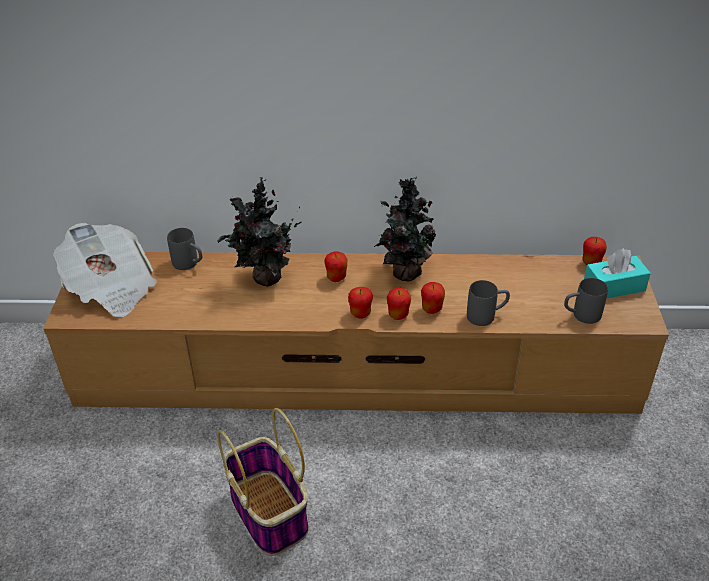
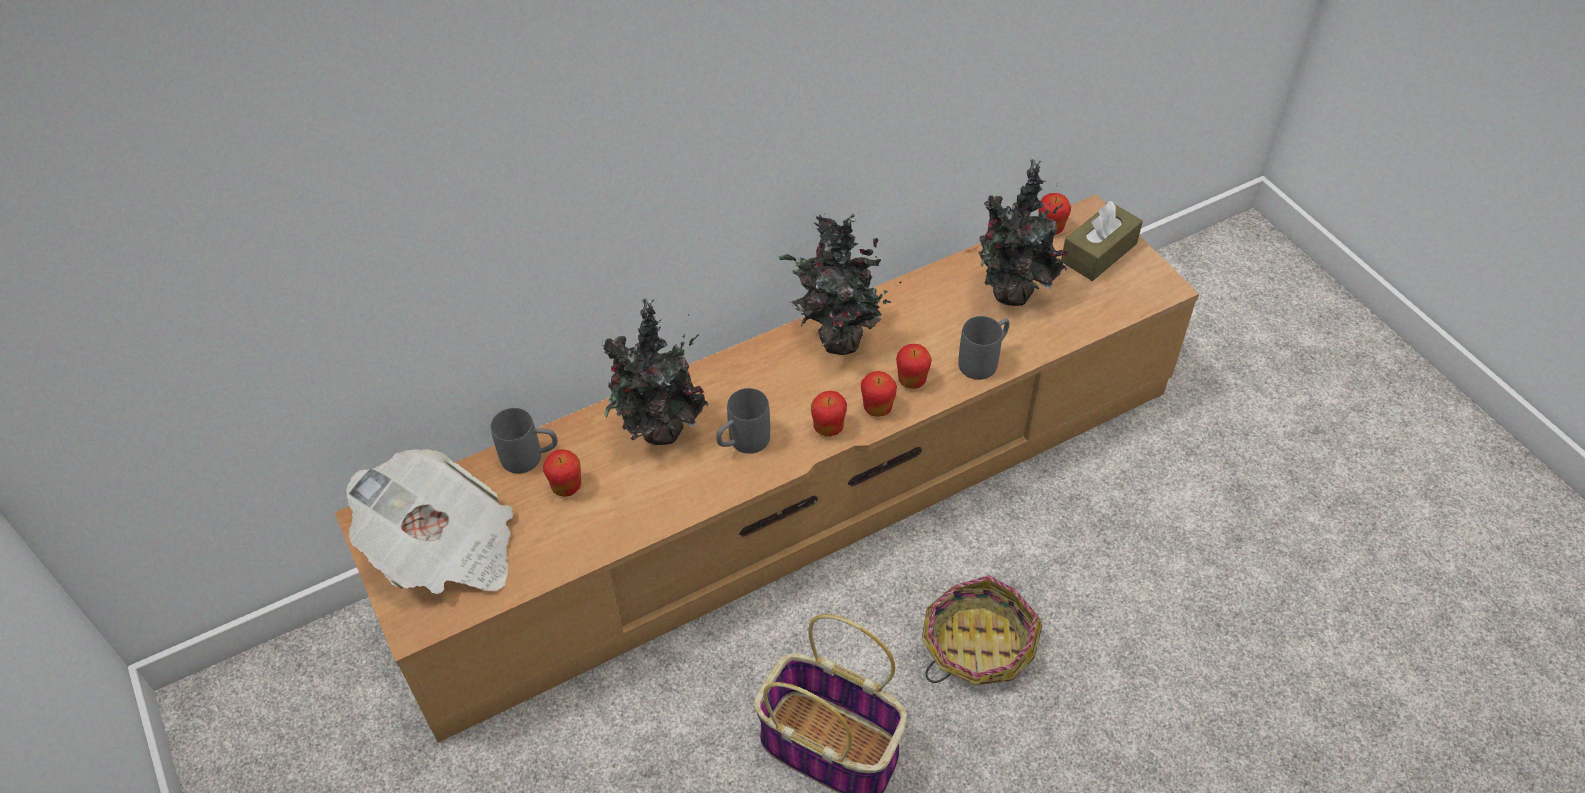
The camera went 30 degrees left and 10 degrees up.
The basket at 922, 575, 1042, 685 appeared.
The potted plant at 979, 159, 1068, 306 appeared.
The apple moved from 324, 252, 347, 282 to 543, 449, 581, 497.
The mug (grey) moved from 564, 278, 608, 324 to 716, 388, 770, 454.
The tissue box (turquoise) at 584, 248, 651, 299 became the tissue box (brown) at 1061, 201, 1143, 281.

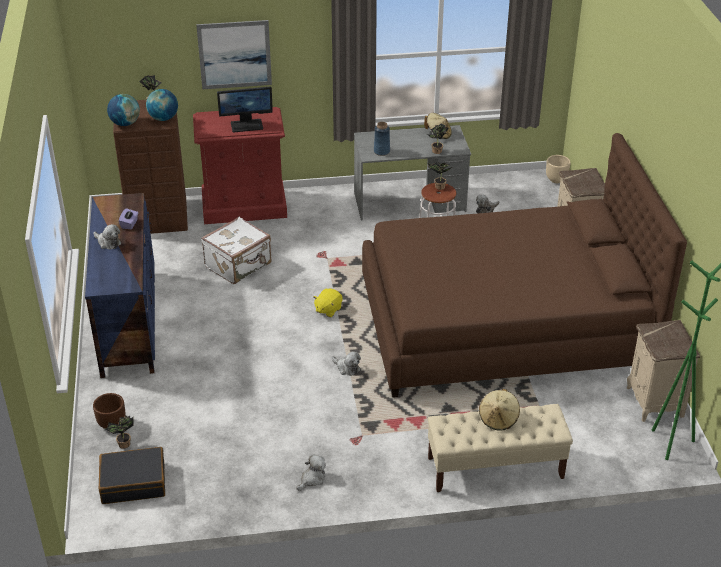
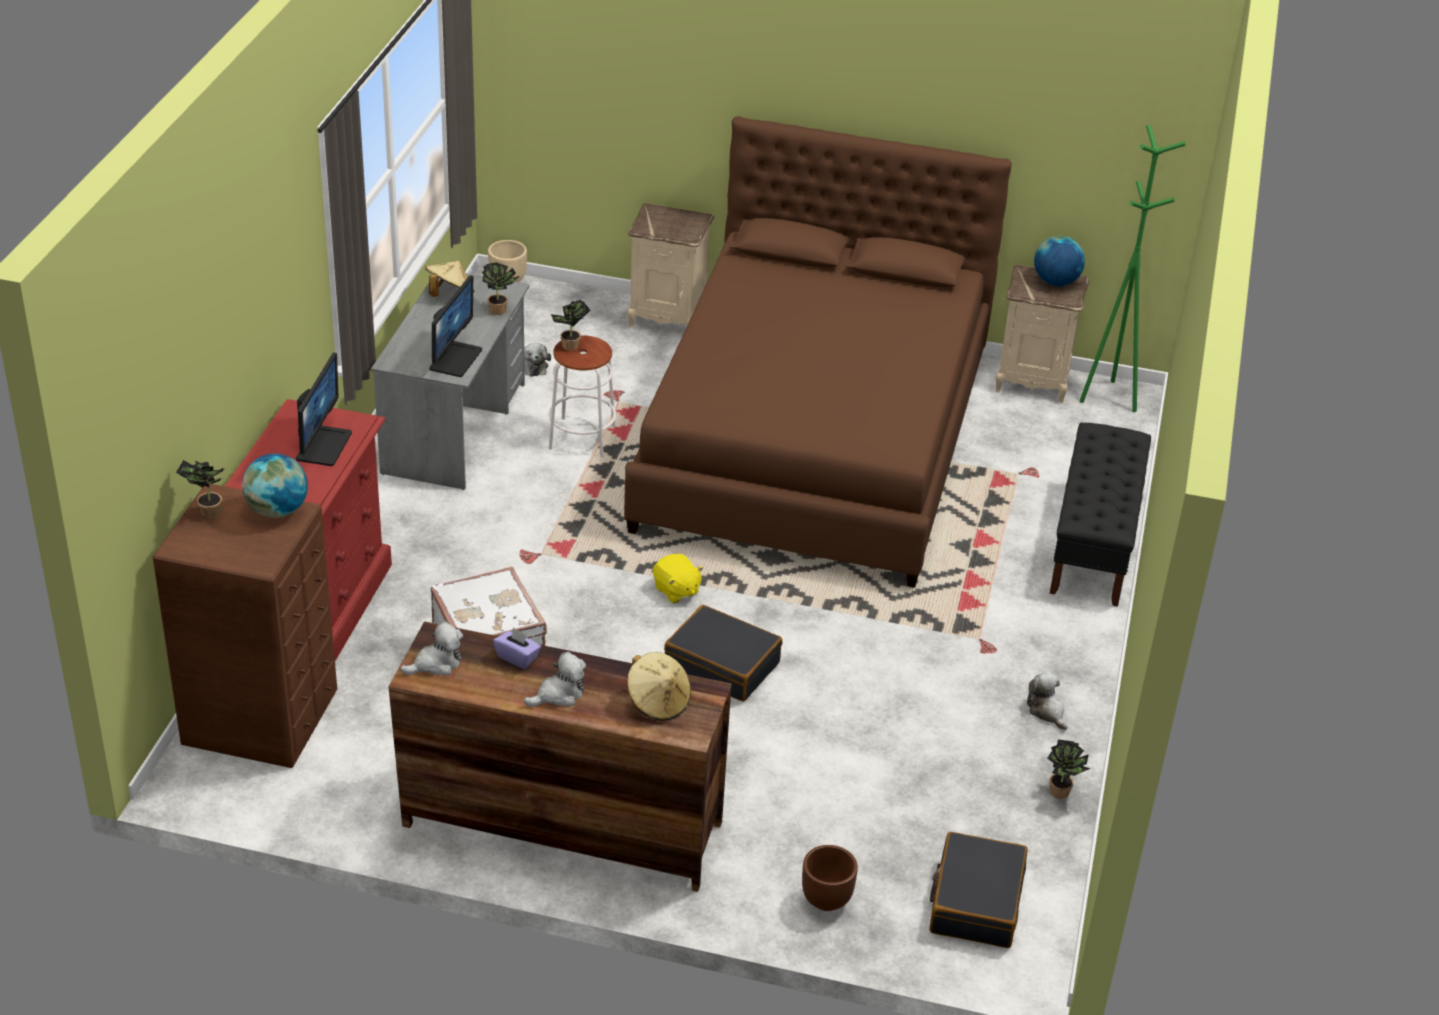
The camera went 70 degrees left and 0 degrees up.
The picture at 196, 20, 272, 89 disappeared.
The suitcase (black) at 664, 605, 782, 702 appeared.
The potted plant moved from 105, 415, 134, 449 to 1047, 739, 1091, 799.
The globe moved from 107, 94, 140, 126 to 1034, 236, 1085, 286.
The plush toy moved from 331, 351, 361, 376 to 400, 622, 463, 676.
The hat (beige) moved from 479, 389, 520, 431 to 627, 652, 691, 721.
The vase (blue) at 374, 122, 390, 156 was replaced by the monitor at 429, 275, 482, 377.
The cabinet (blue) at 85, 193, 155, 378 became the cabinet (brown) at 388, 621, 732, 892.
The bench (beige) at 428, 404, 573, 492 became the bench (black) at 1050, 423, 1151, 607.

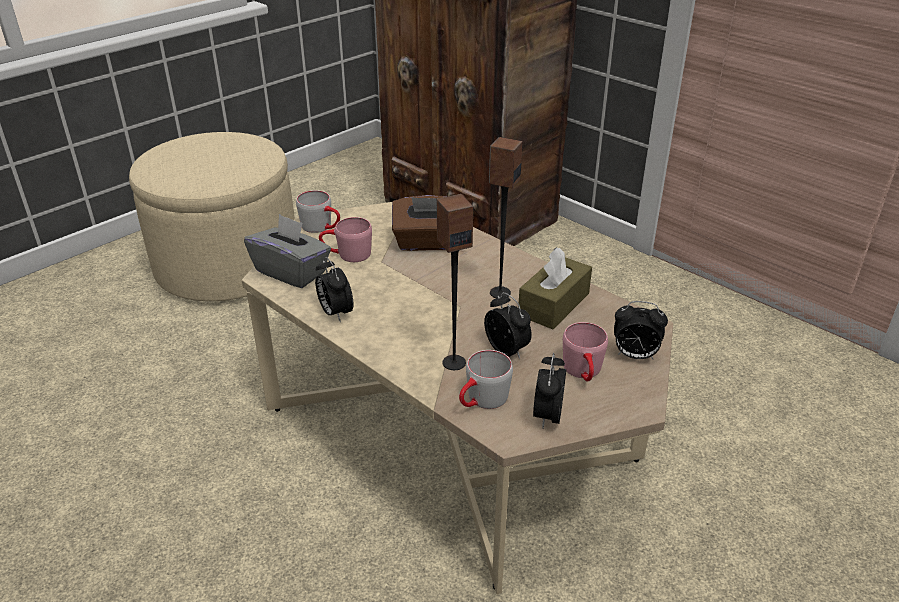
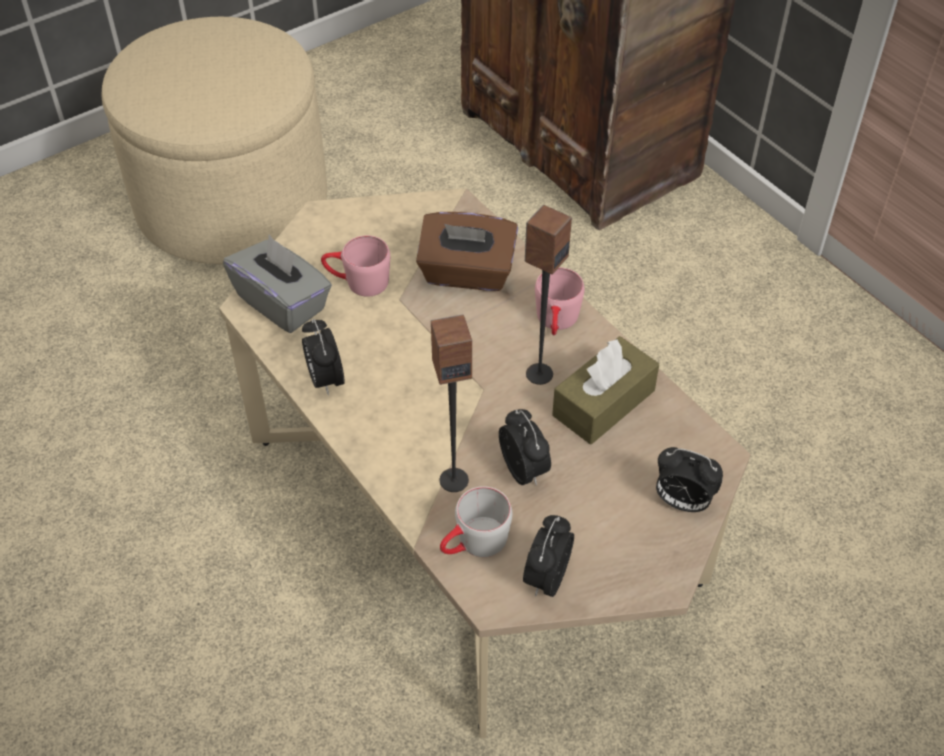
The camera went 10 degrees right and 15 degrees up.
The mug (grey) at 296, 190, 340, 233 disappeared.
The mug (pink) moved from 563, 322, 608, 382 to 535, 267, 585, 335.

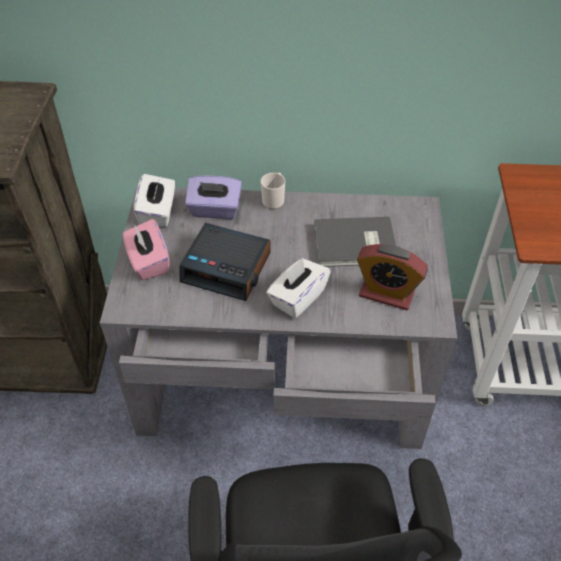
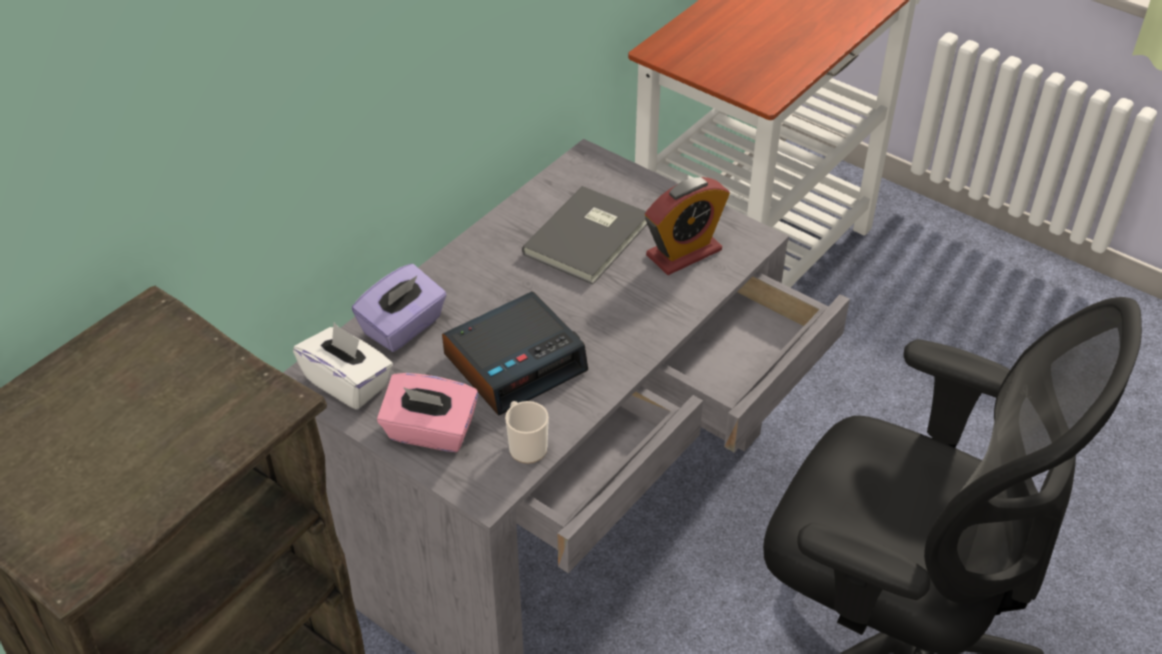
The camera went 55 degrees left and 5 degrees down.
The tissue box (white) at 266, 258, 330, 318 disappeared.
The mug moved from 261, 173, 285, 209 to 505, 401, 549, 464.

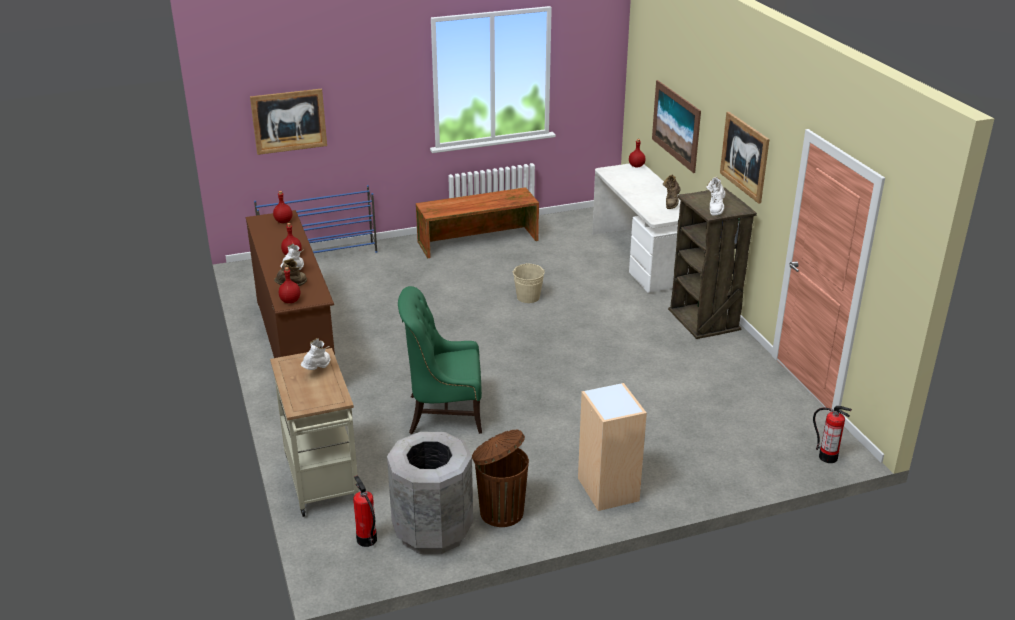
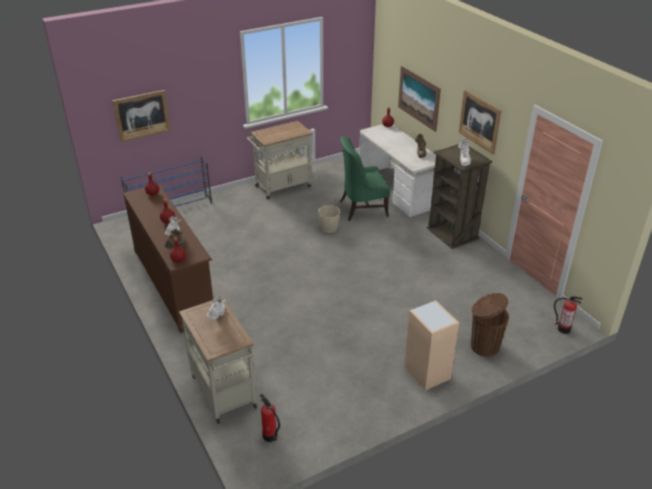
The camera went 10 degrees left and 5 degrees up.
The trash can (grey) at 387, 432, 473, 554 disappeared.
The chair (green) moved from 398, 286, 482, 434 to 340, 136, 390, 221.
The trash can (brown) moved from 472, 429, 529, 527 to 471, 293, 509, 357.
The bench (brown) at 416, 187, 539, 259 was replaced by the cart (beige) at 247, 121, 312, 199.

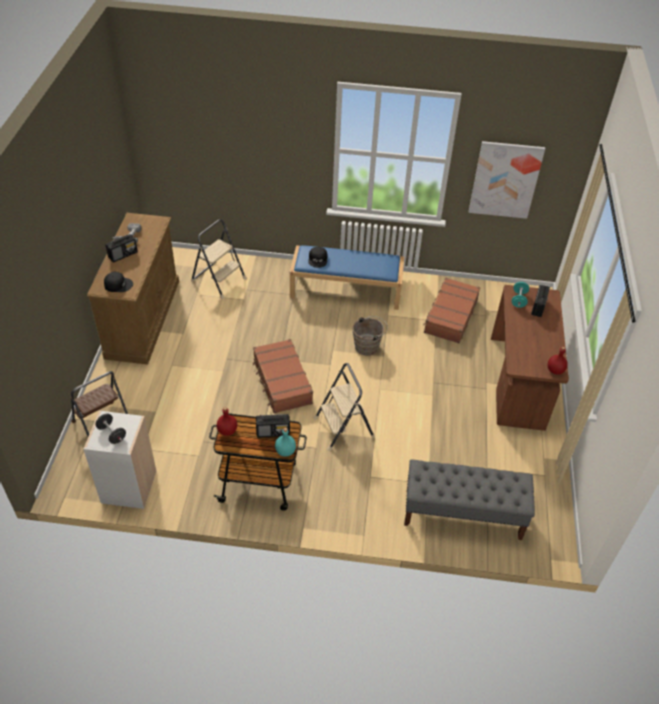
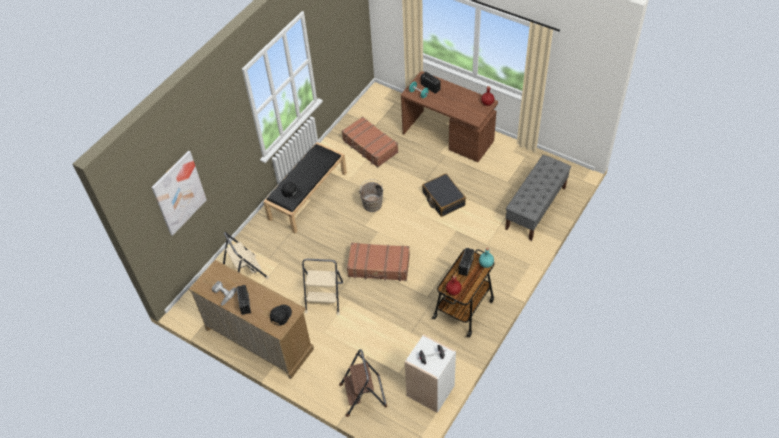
The camera went 60 degrees left and 5 degrees up.
The suitcase (black) at 422, 174, 466, 217 appeared.
The step ladder (beige) moved from 313, 363, 374, 451 to 302, 259, 344, 315.
The picture moved from 469, 141, 545, 219 to 151, 151, 207, 236.
The bench (blue) at 290, 245, 404, 310 became the bench (black) at 263, 142, 347, 233.

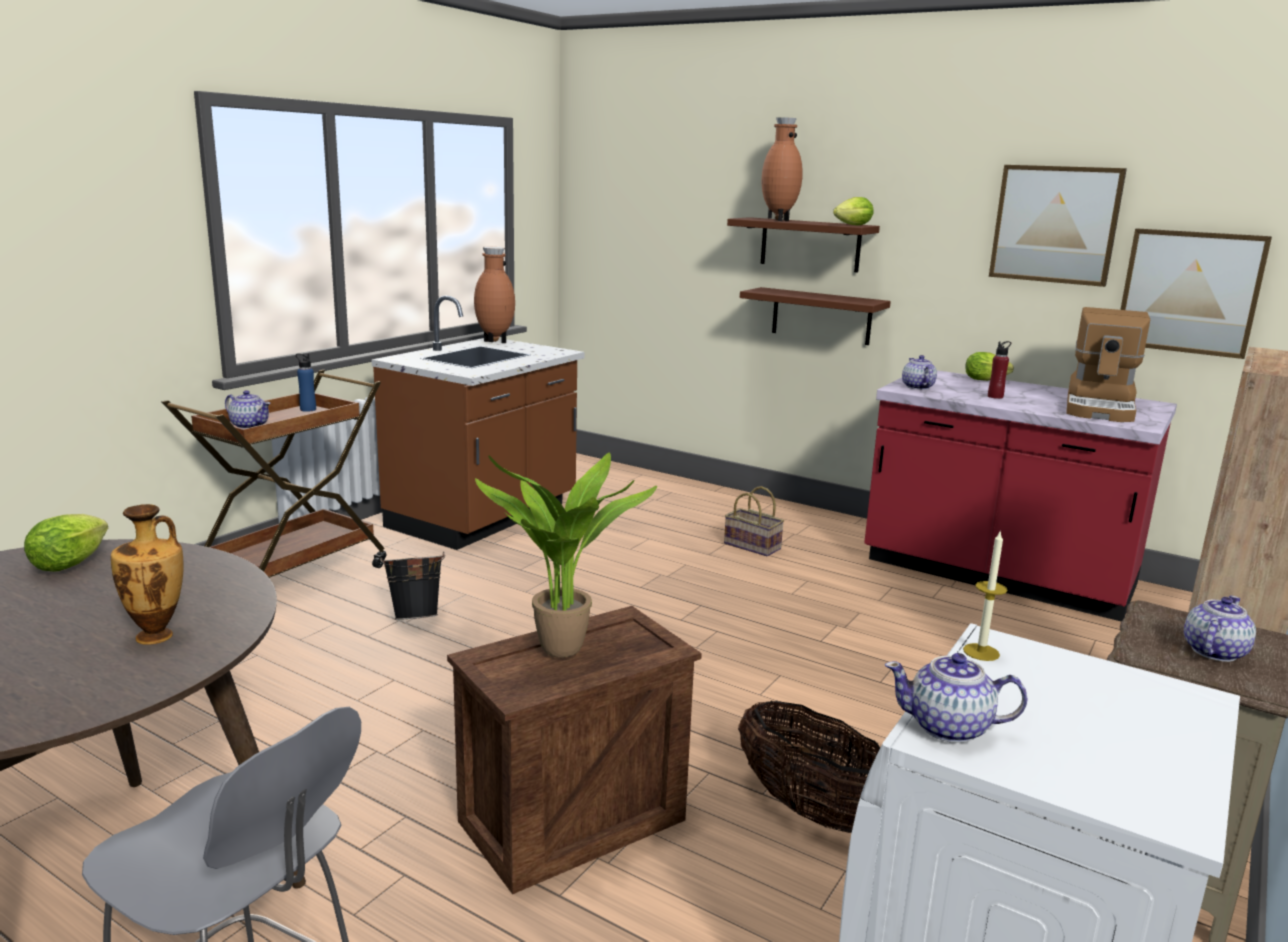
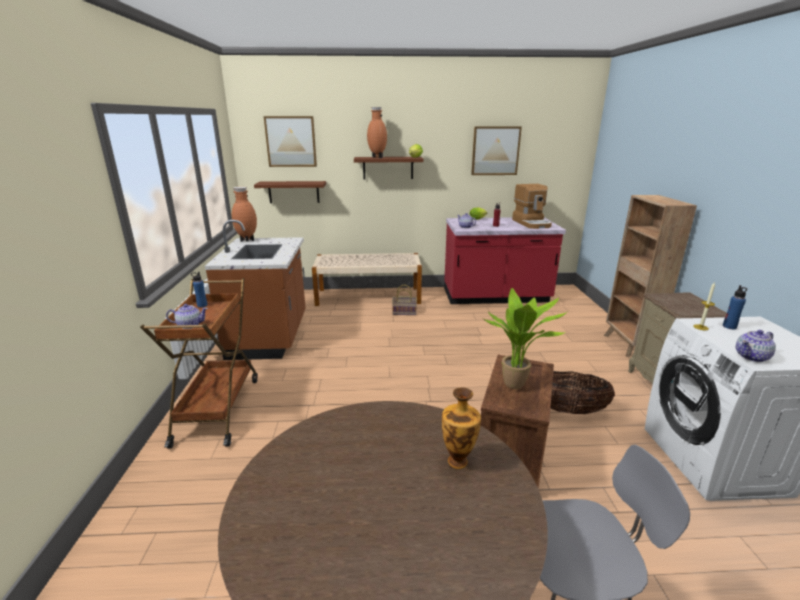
The camera went 35 degrees left and 5 degrees up.
The lettuce at 24, 514, 108, 572 disappeared.
The bucket (black) at 380, 552, 445, 620 disappeared.
The teapot at 1184, 595, 1256, 662 disappeared.
The bench (beige) at 312, 253, 422, 306 appeared.
The bottle (blue) at 723, 285, 747, 329 appeared.
The shelf (brown) moved from 740, 287, 891, 345 to 254, 181, 326, 203.
The picture moved from 1120, 228, 1272, 359 to 264, 116, 317, 167.

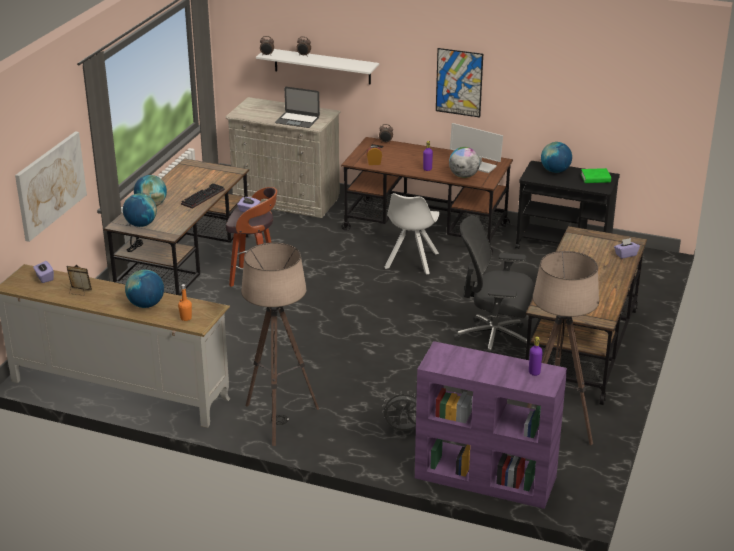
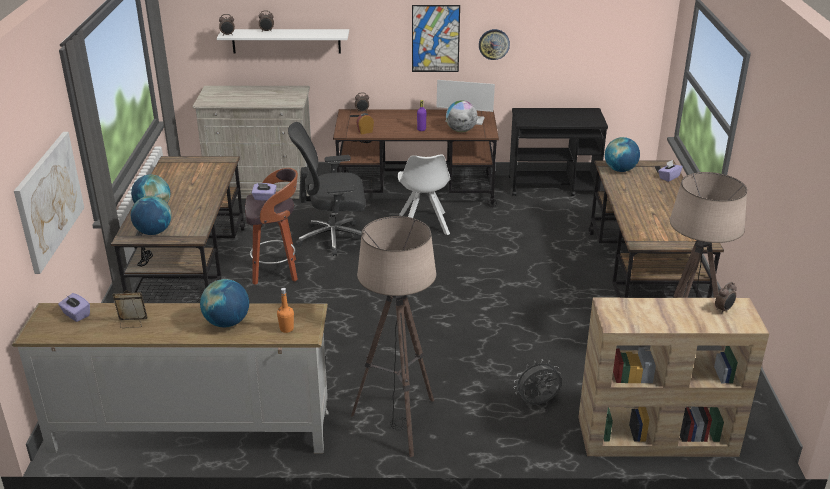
The camera went 20 degrees left and 0 degrees up.
The keyboard at 181, 183, 225, 209 disappeared.
The laptop at 275, 87, 320, 128 disappeared.
The book (green) at 581, 168, 611, 183 disappeared.
The wall clock at 479, 29, 510, 60 appeared.
The office chair moved from 453, 215, 534, 353 to 288, 122, 366, 256.
The globe moved from 541, 142, 572, 173 to 605, 137, 640, 172.
The bottle (purple) at 529, 336, 543, 376 was replaced by the alarm clock at 715, 282, 737, 314.
The bookcase (purple) at 415, 341, 567, 509 became the bookcase (brown) at 579, 298, 769, 457.

